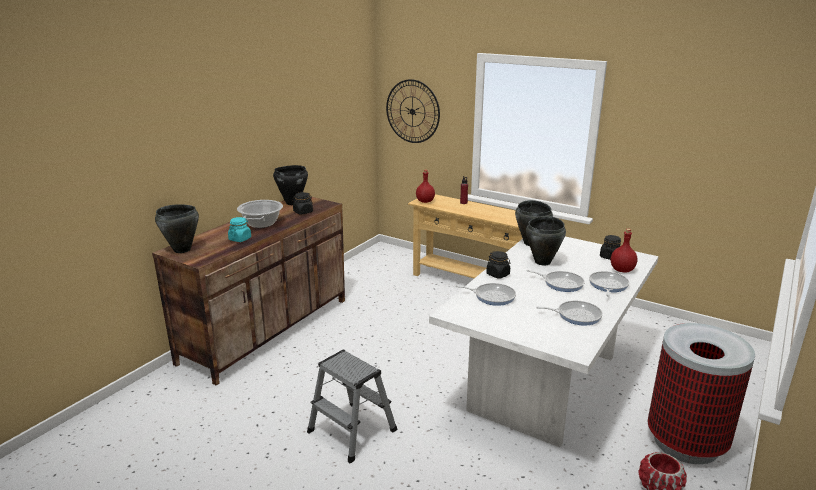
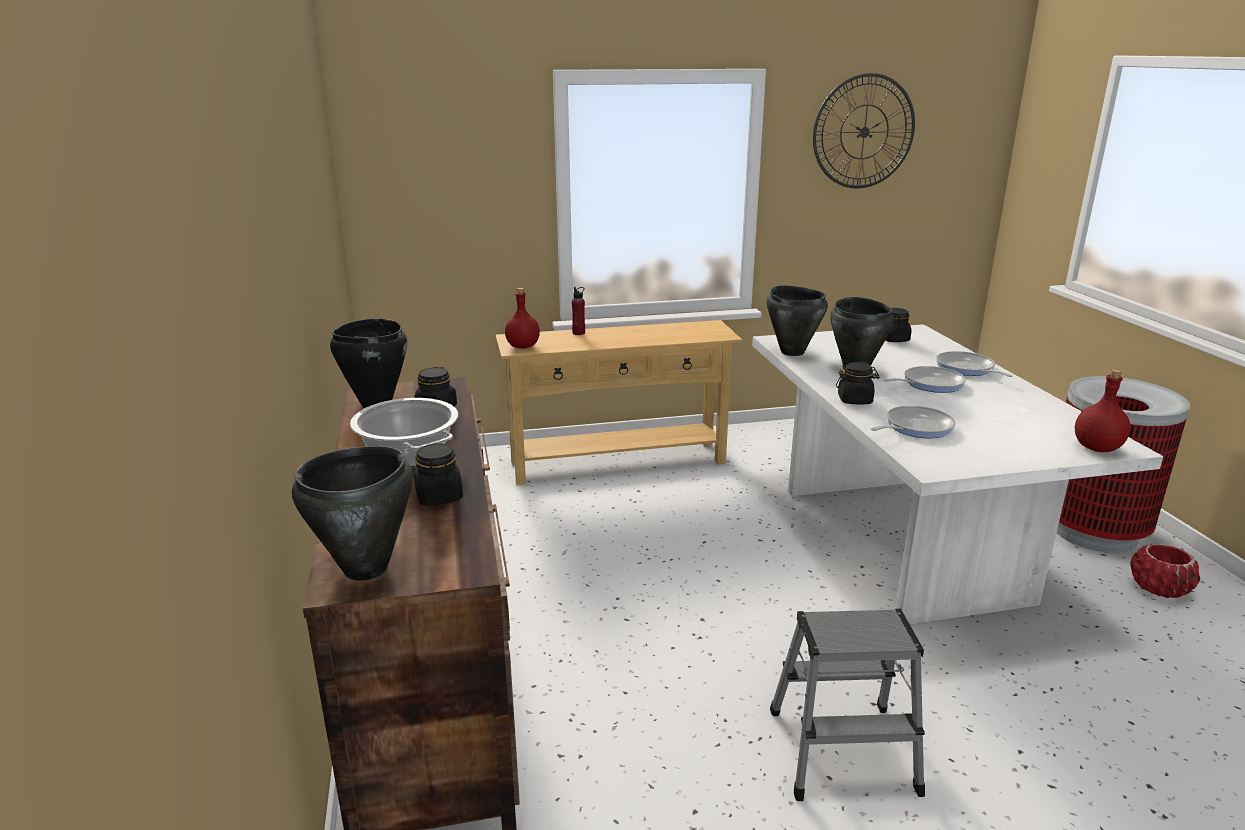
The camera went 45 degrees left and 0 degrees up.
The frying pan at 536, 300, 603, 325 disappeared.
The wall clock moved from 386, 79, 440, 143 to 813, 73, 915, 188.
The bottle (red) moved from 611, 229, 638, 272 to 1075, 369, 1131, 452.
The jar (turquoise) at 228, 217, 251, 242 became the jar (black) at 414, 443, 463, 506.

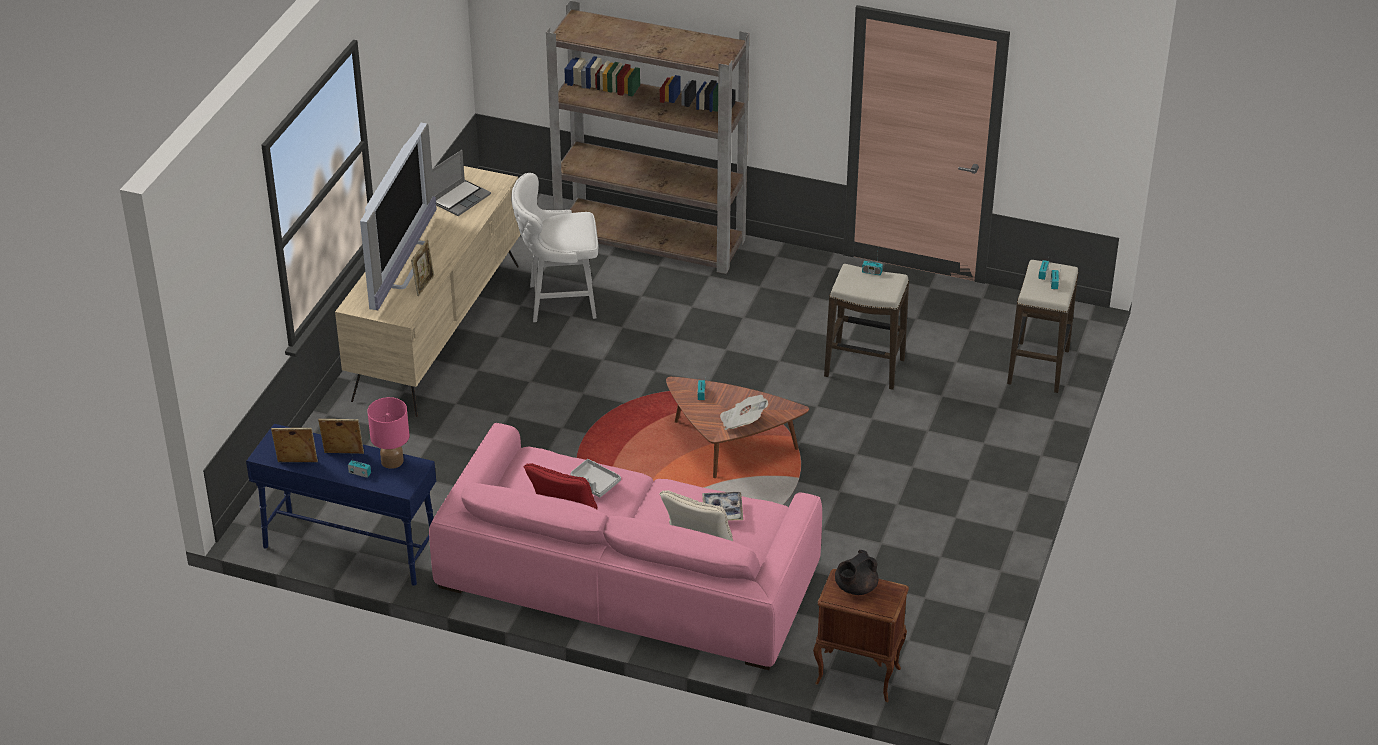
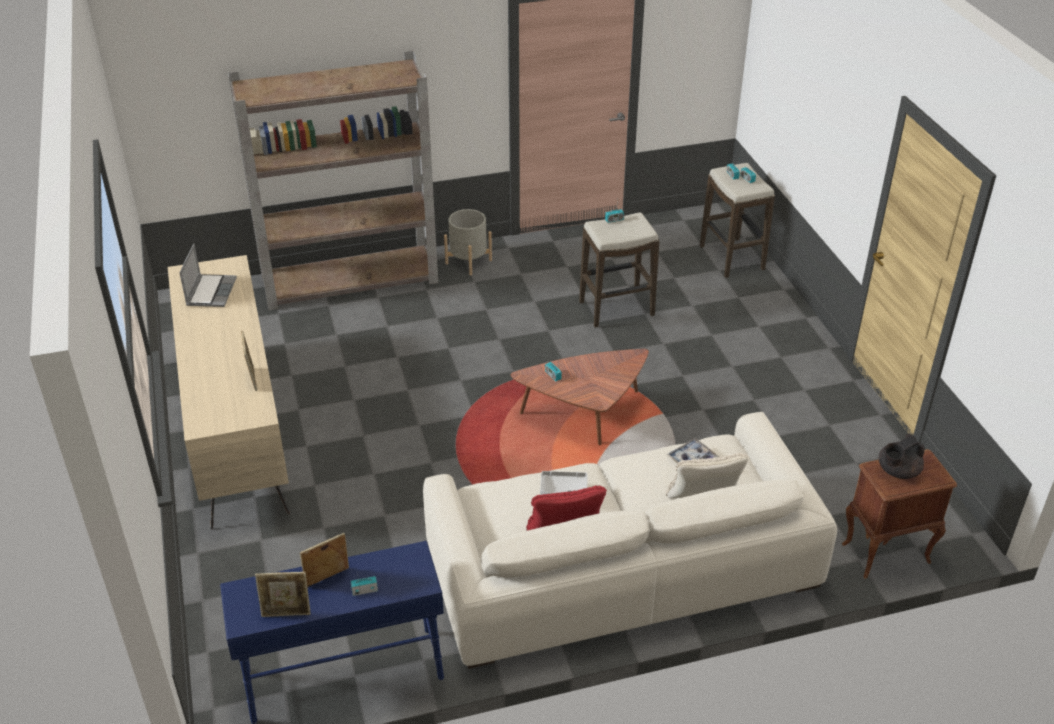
The camera went 35 degrees left and 0 degrees up.
The television at 360, 123, 437, 310 disappeared.
The table lamp (pink) at 367, 397, 409, 469 disappeared.
The stool (white) at 511, 173, 598, 322 disappeared.
The newspaper at 720, 395, 768, 430 disappeared.
The planter (grey) at 444, 209, 492, 275 appeared.
The sofa (pink) at 429, 423, 822, 670 became the sofa (white) at 423, 412, 837, 669.
The picture frame at 271, 428, 318, 462 turned 150 degrees counterclockwise.
The teapot (black) at 835, 550, 879, 595 turned 45 degrees clockwise.

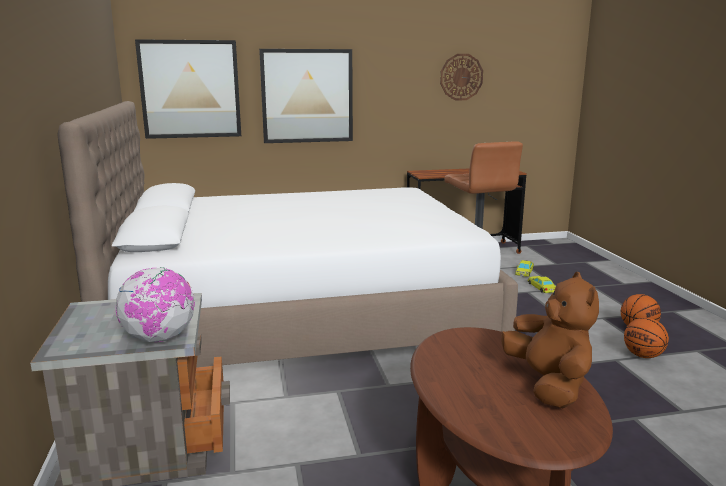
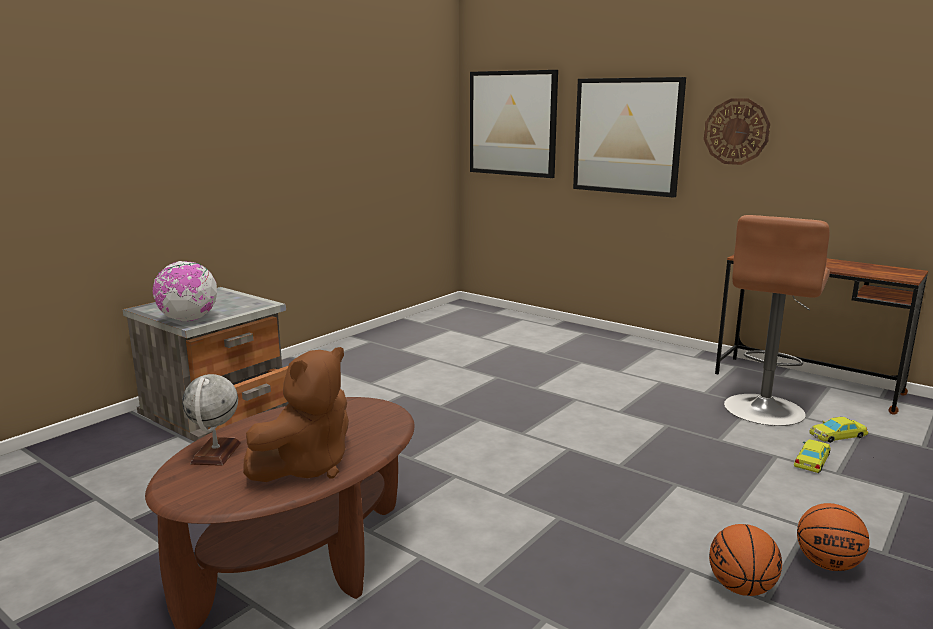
The camera went 50 degrees right and 0 degrees up.
The bed (white) at 57, 101, 518, 367 disappeared.
The globe at 182, 374, 241, 466 appeared.
The wall clock moved from 440, 54, 483, 100 to 704, 98, 770, 165.

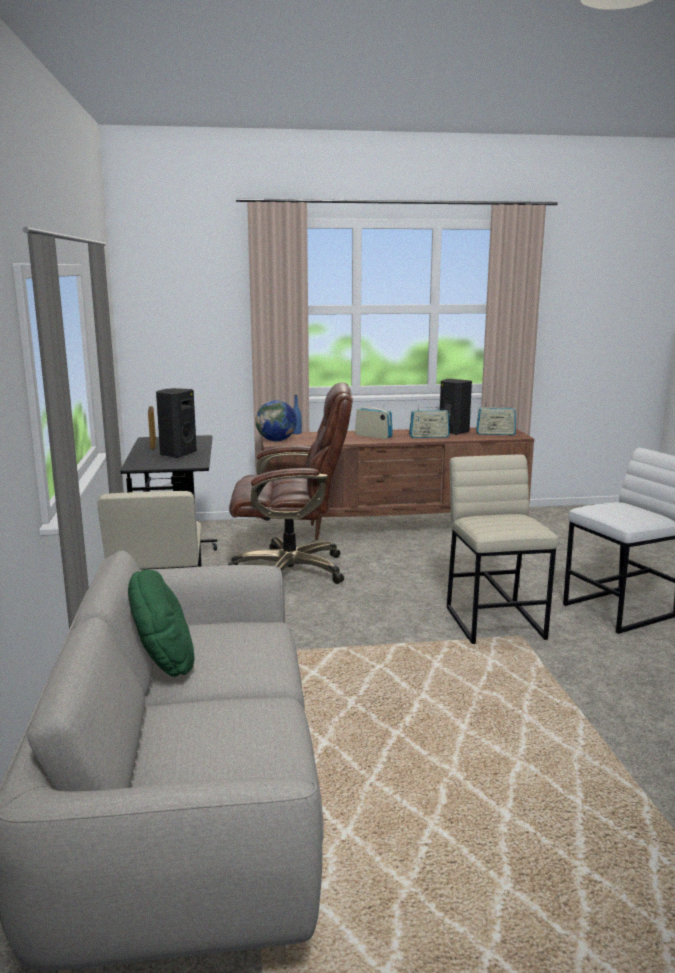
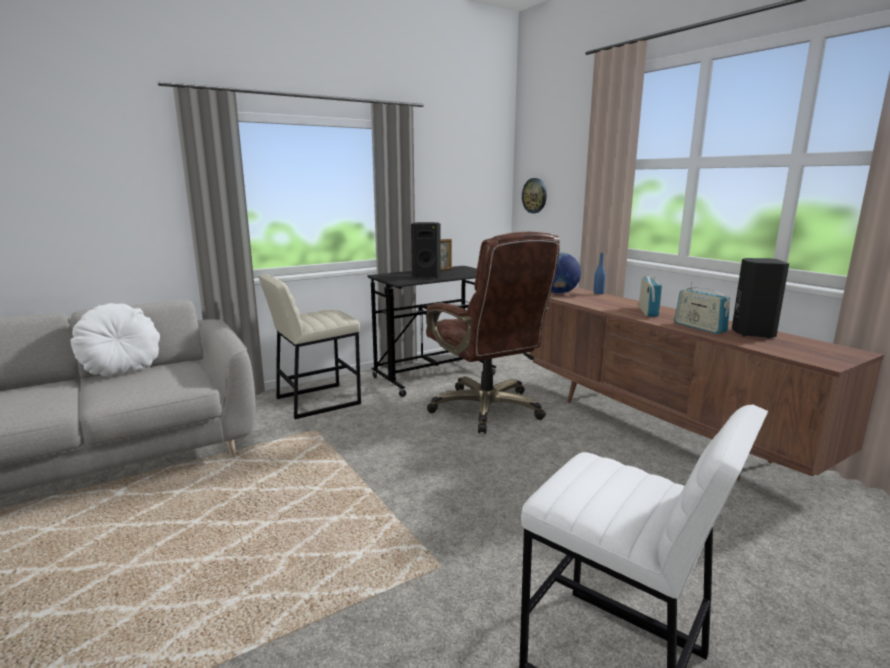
The camera went 65 degrees right and 0 degrees up.
The chair (beige) at 447, 455, 558, 644 disappeared.
The radio at 476, 402, 516, 435 disappeared.
The wall clock at 522, 178, 547, 213 appeared.
The pillow (green) at 128, 569, 195, 677 became the pillow (white) at 70, 303, 160, 377.

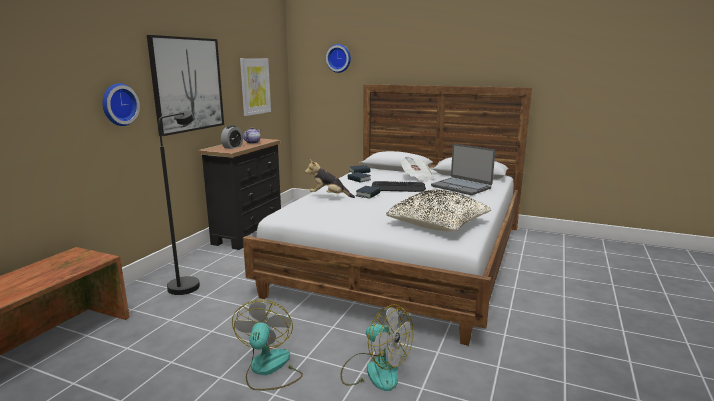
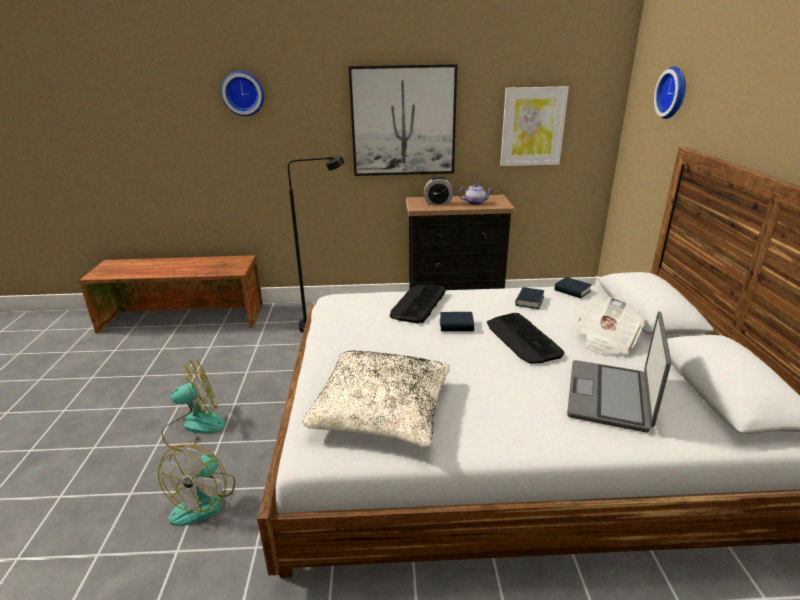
The camera went 65 degrees right and 10 degrees up.
The wall clock moved from 103, 83, 140, 126 to 221, 71, 264, 116.
The plush toy at 305, 160, 355, 198 was replaced by the keyboard at 390, 284, 446, 323.

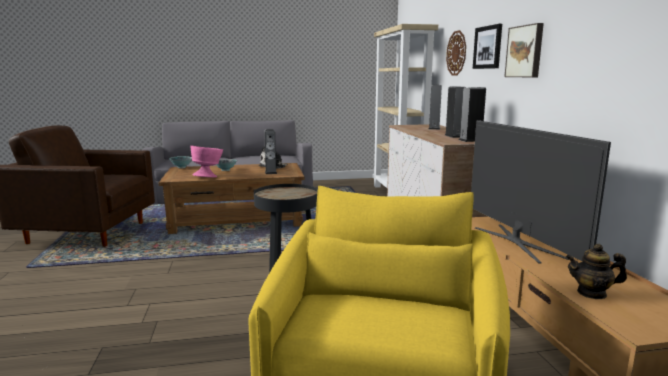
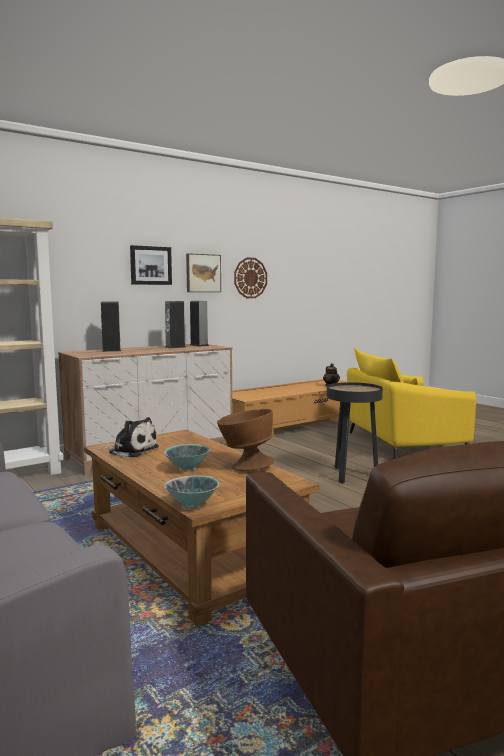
The camera went 115 degrees left and 5 degrees down.
The speaker at 264, 129, 277, 174 disappeared.
The television at 471, 120, 611, 263 disappeared.
The wall clock moved from 446, 30, 466, 75 to 234, 257, 267, 298.
The bowl (pink) at 190, 145, 223, 177 became the bowl (brown) at 217, 409, 274, 471.

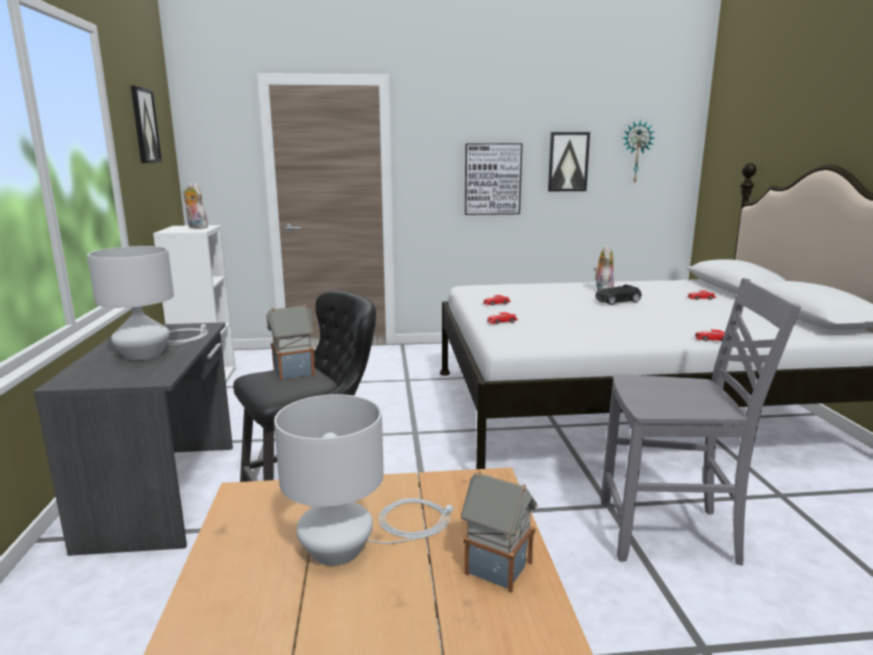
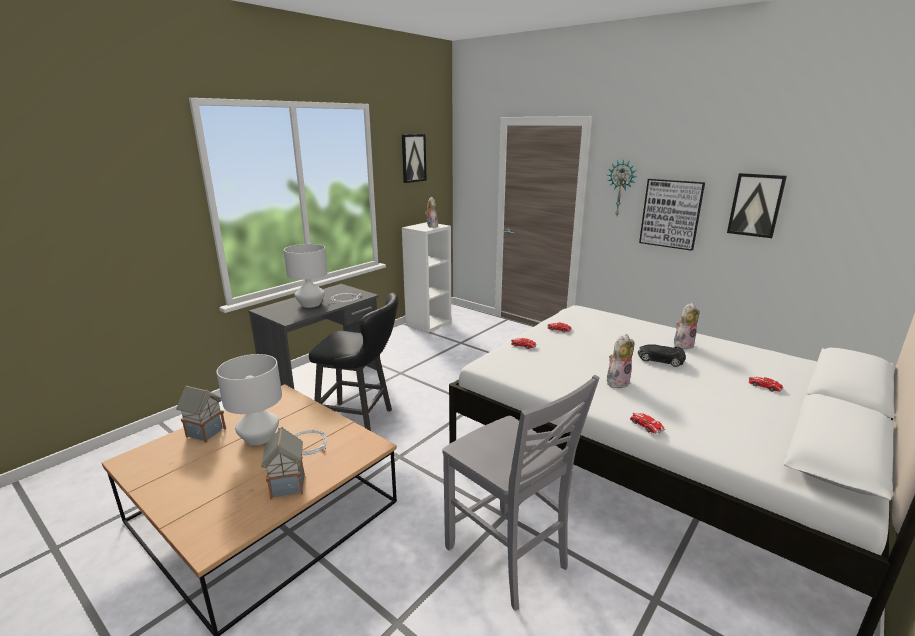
The camera went 45 degrees right and 5 degrees up.
The plush toy at 607, 334, 634, 388 appeared.
The toy house moved from 266, 304, 315, 381 to 176, 385, 226, 443.
The wall clock moved from 623, 120, 654, 182 to 608, 159, 637, 215.

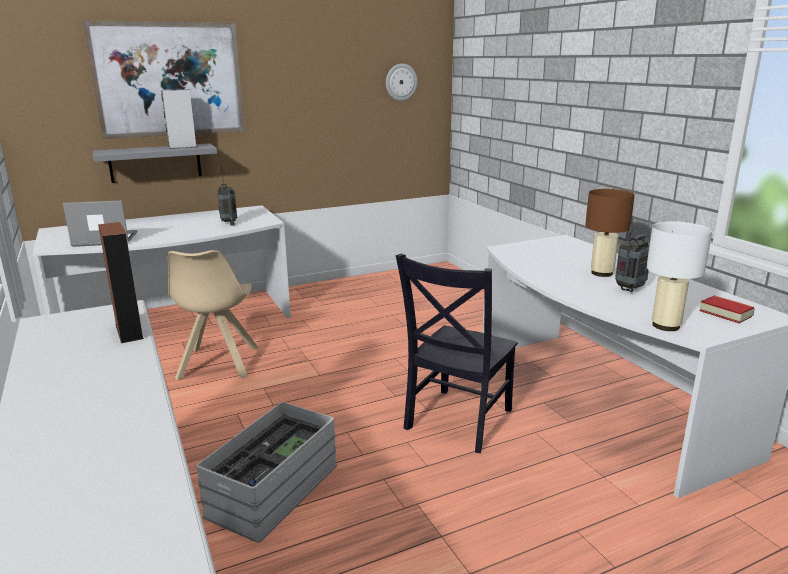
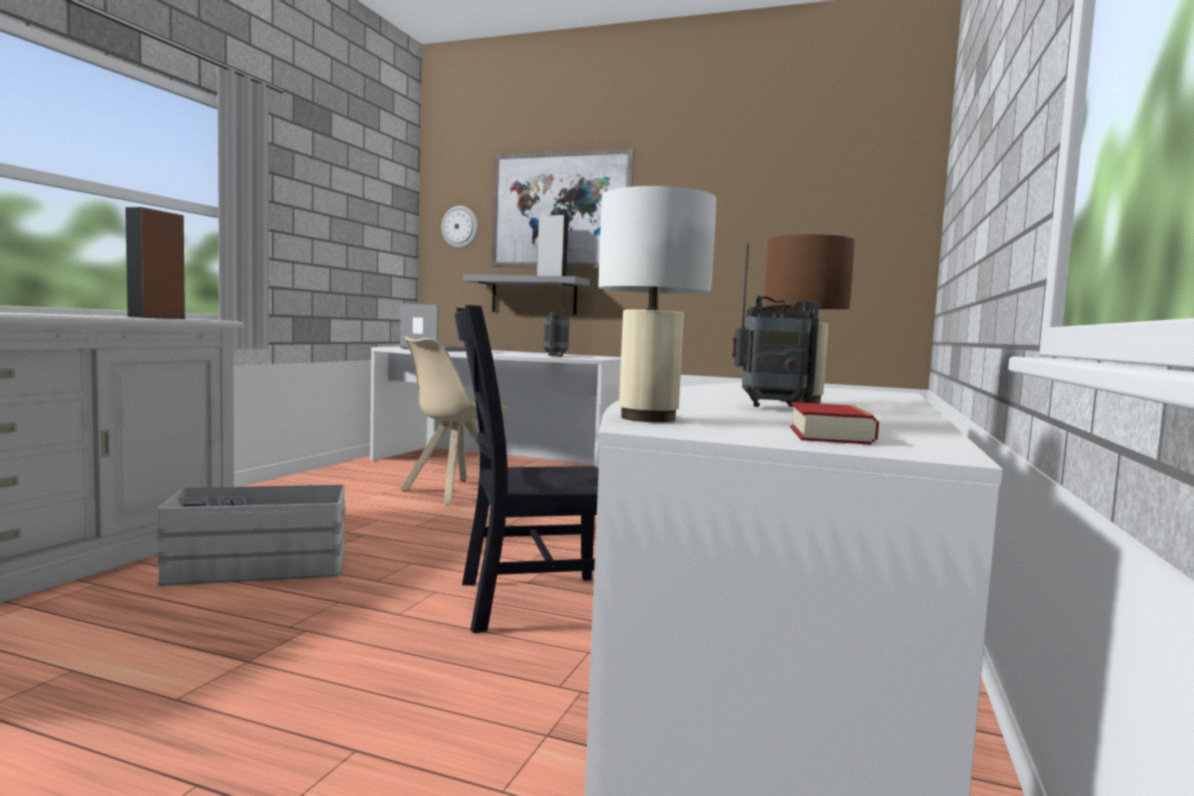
The camera went 45 degrees right and 15 degrees down.
The wall clock moved from 386, 64, 418, 101 to 441, 206, 478, 248.

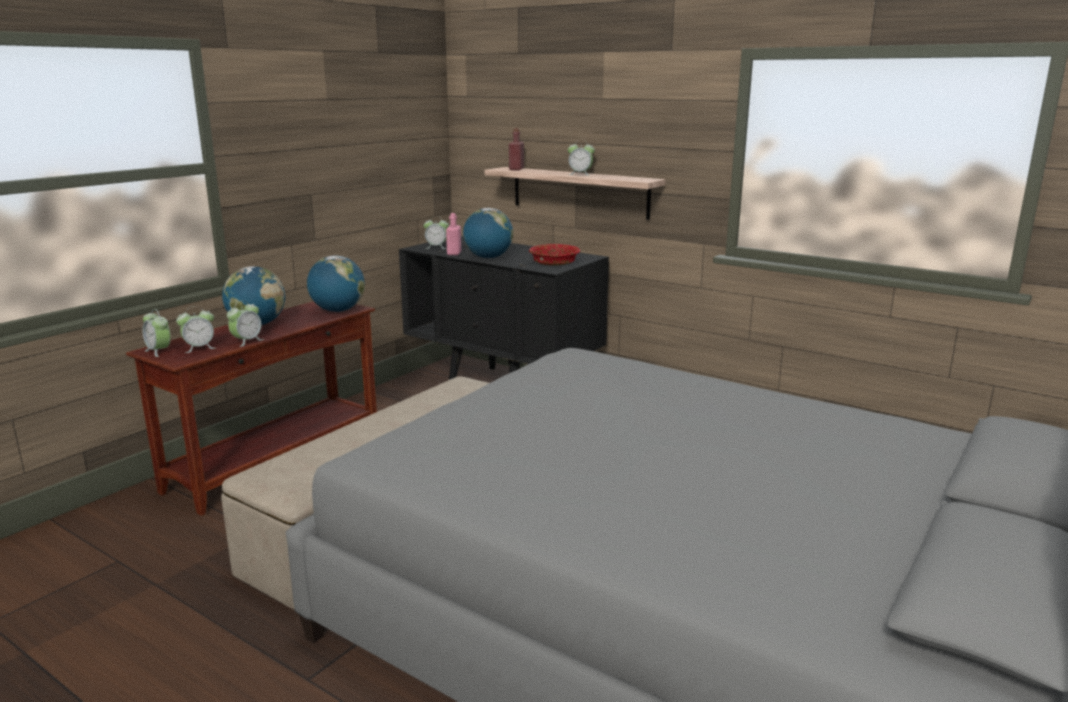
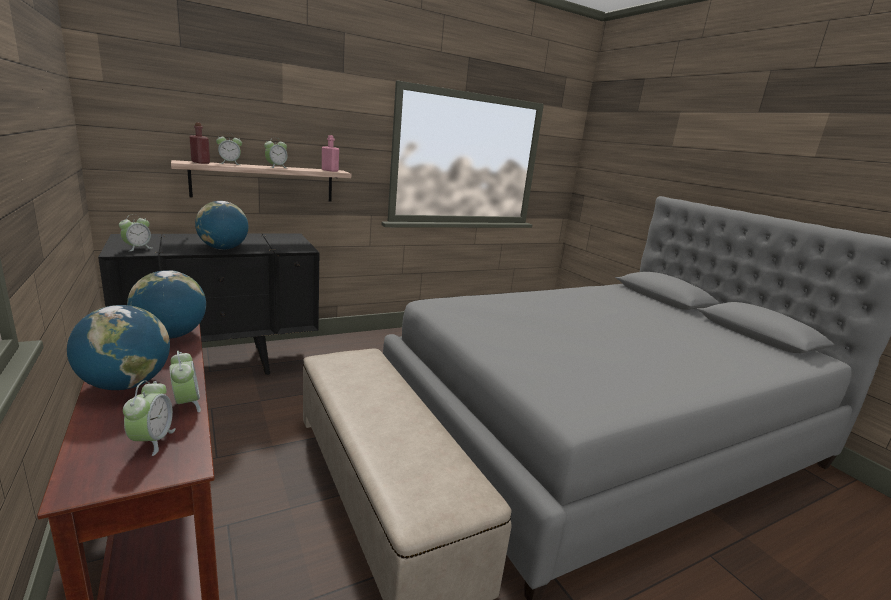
The camera went 65 degrees left and 0 degrees up.
The bowl (red) at 529, 244, 580, 266 disappeared.
The alarm clock moved from 142, 309, 171, 357 to 216, 133, 242, 165.
The bottle (pink) moved from 446, 213, 461, 255 to 322, 135, 339, 172.

